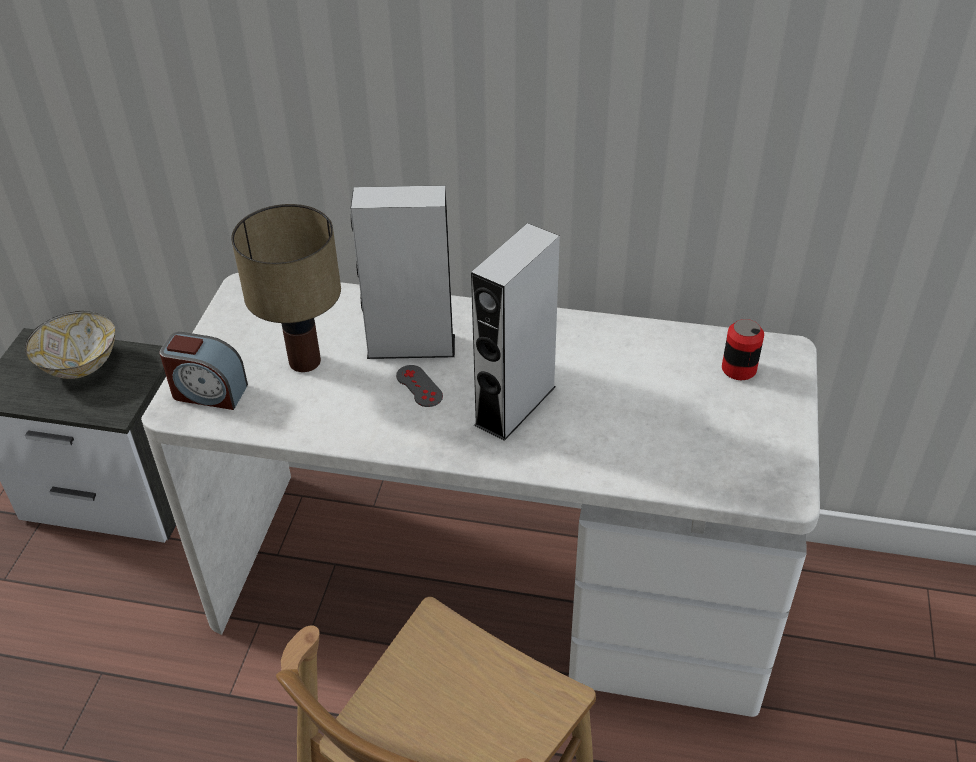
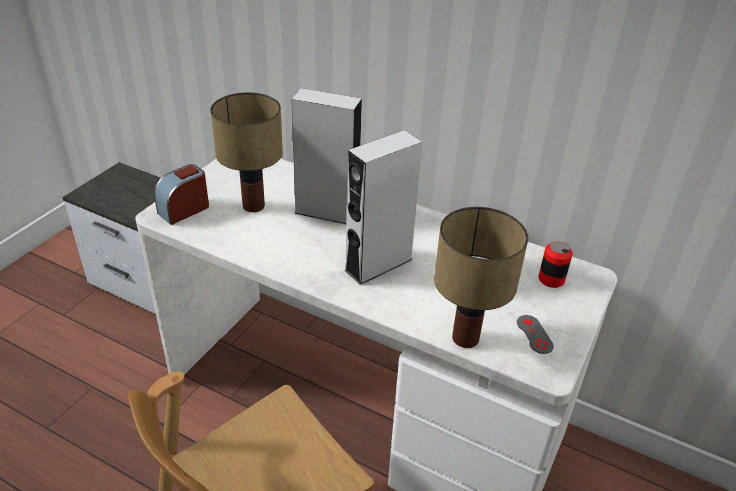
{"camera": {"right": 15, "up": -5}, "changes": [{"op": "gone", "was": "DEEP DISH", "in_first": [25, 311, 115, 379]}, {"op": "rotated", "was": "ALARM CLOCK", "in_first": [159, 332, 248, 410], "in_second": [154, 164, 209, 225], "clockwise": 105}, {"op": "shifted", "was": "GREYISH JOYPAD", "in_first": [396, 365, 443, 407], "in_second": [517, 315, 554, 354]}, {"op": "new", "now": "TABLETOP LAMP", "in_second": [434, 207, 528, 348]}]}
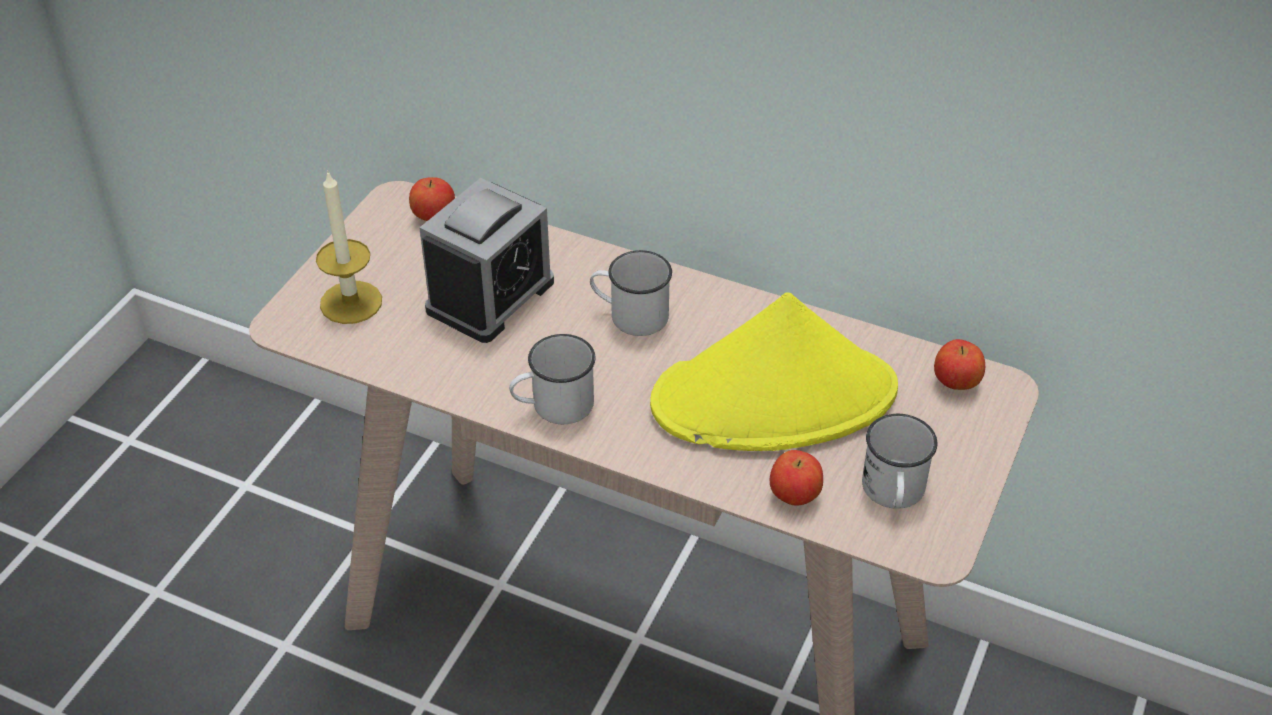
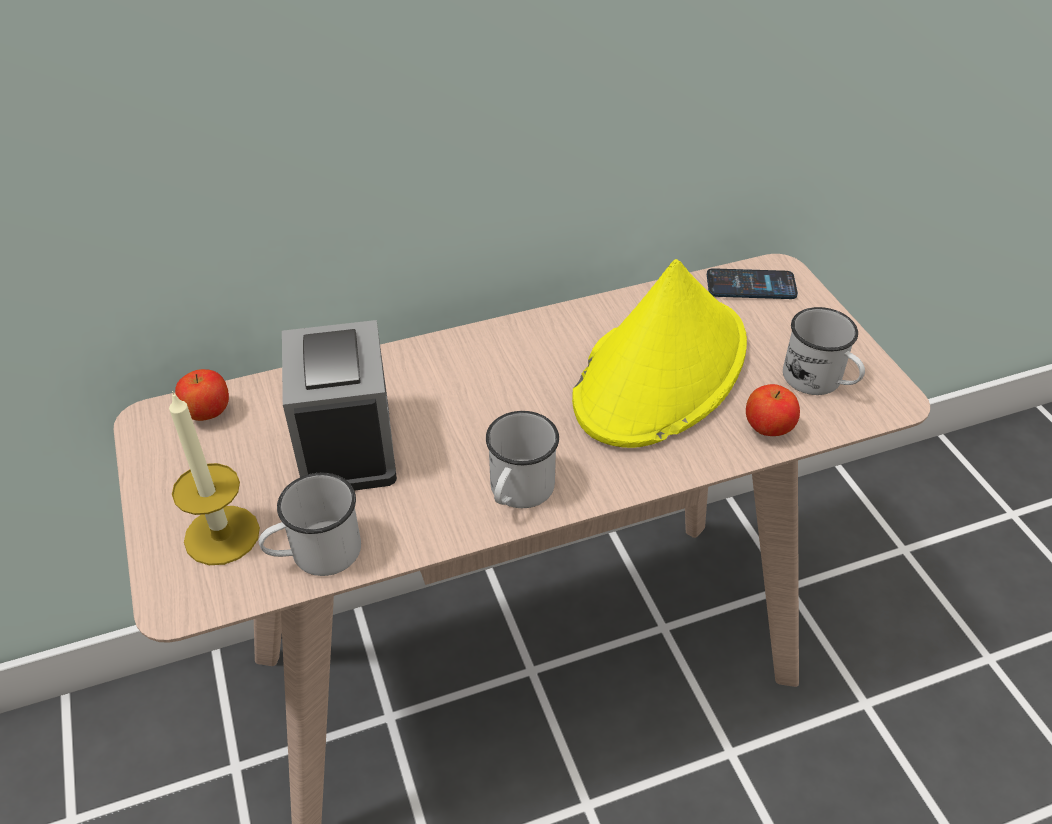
{"camera": {"right": -45, "up": 0}, "changes": [{"op": "shifted", "was": "WHITE COFFEE MUG", "in_first": [590, 250, 672, 336], "in_second": [259, 473, 361, 576]}, {"op": "swapped", "was": "WHOLE APPLE", "now": "HANDSET", "in_first": [934, 339, 985, 390], "in_second": [707, 268, 798, 299]}]}
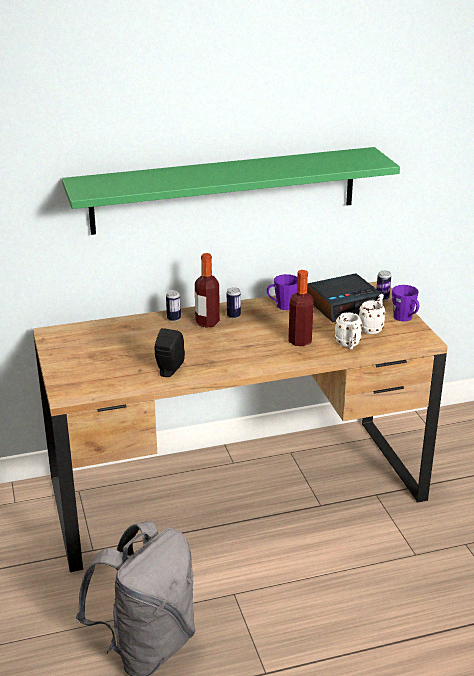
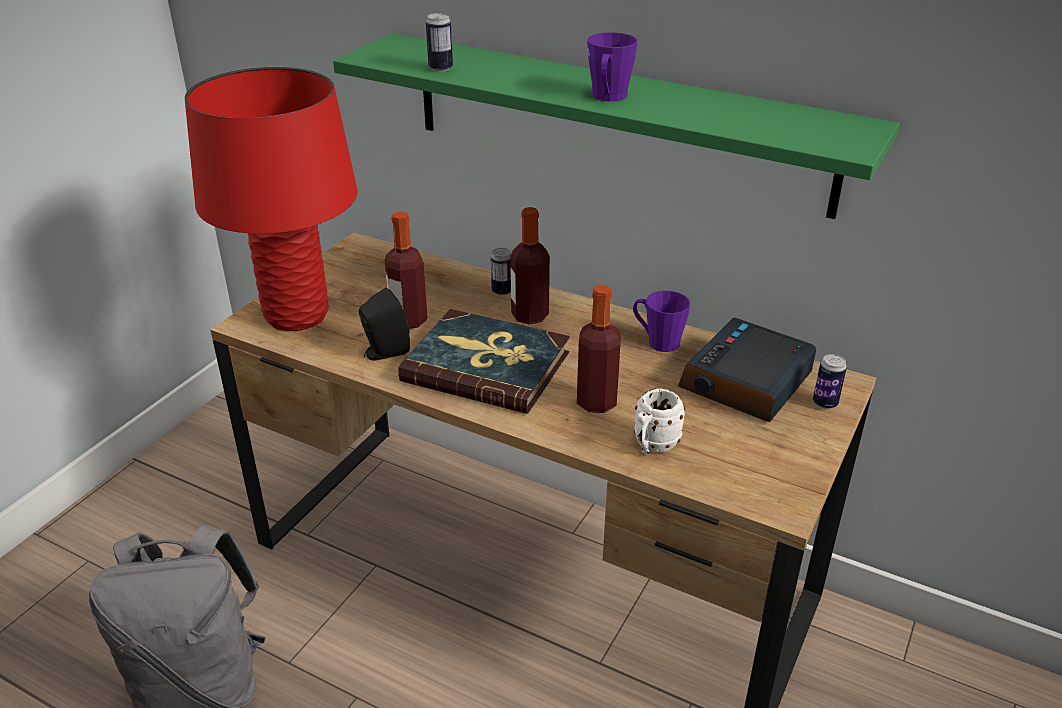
{"camera": {"right": 45, "up": 5}, "changes": [{"op": "rotated", "was": "ALARM CLOCK", "in_first": [307, 273, 382, 322], "in_second": [678, 318, 816, 422], "clockwise": 105}, {"op": "shifted", "was": "PURPLISH COFFEE MUG", "in_first": [392, 285, 419, 322], "in_second": [587, 32, 638, 101]}, {"op": "shifted", "was": "METAL CAN", "in_first": [227, 287, 241, 319], "in_second": [426, 13, 453, 72]}, {"op": "gone", "was": "WHITE COFFEE MUG", "in_first": [359, 294, 386, 334]}, {"op": "new", "now": "RED-COLOURED TABLETOP LAMP", "in_second": [185, 67, 358, 331]}, {"op": "new", "now": "BOTTLE", "in_second": [385, 211, 428, 329]}, {"op": "new", "now": "BOUND BOOK", "in_second": [398, 309, 570, 414]}]}
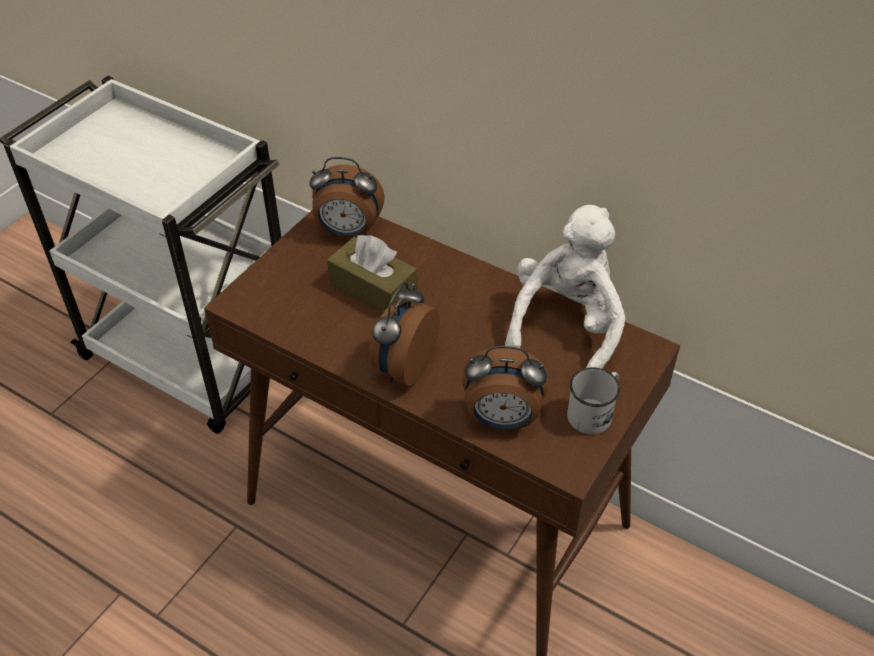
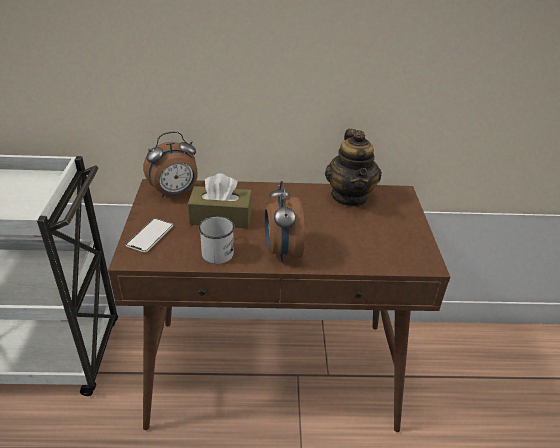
{"camera": {"right": -35, "up": -10}, "changes": [{"op": "swapped", "was": "WHITE CUDDLY TOY", "now": "POT FOR TEA", "in_first": [505, 205, 625, 369], "in_second": [325, 129, 382, 207]}, {"op": "gone", "was": "ALARM CLOCK", "in_first": [462, 346, 549, 430]}, {"op": "shifted", "was": "WHITE COFFEE MUG", "in_first": [567, 368, 620, 434], "in_second": [199, 216, 235, 264]}, {"op": "new", "now": "HANDSET", "in_second": [126, 218, 173, 253]}]}
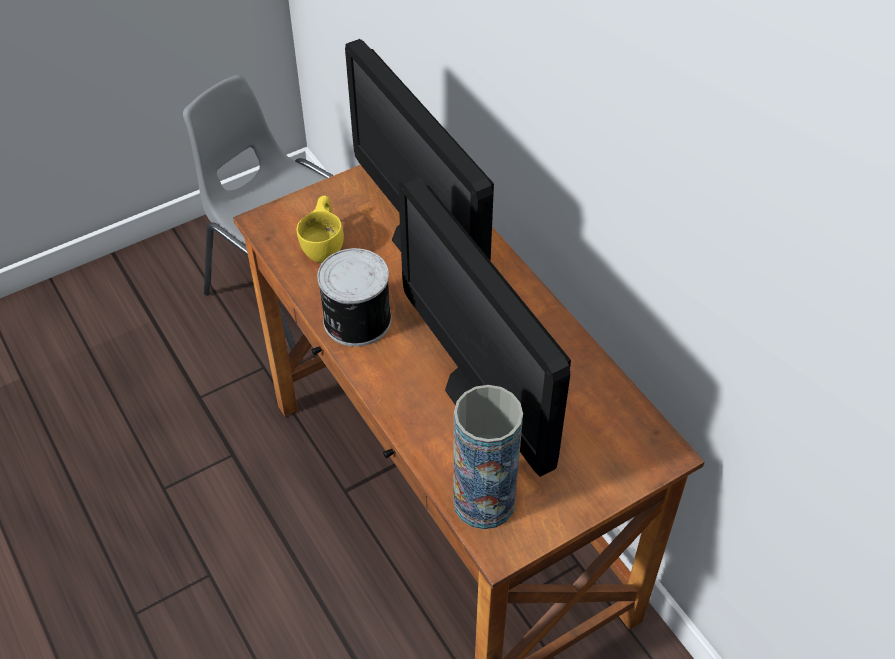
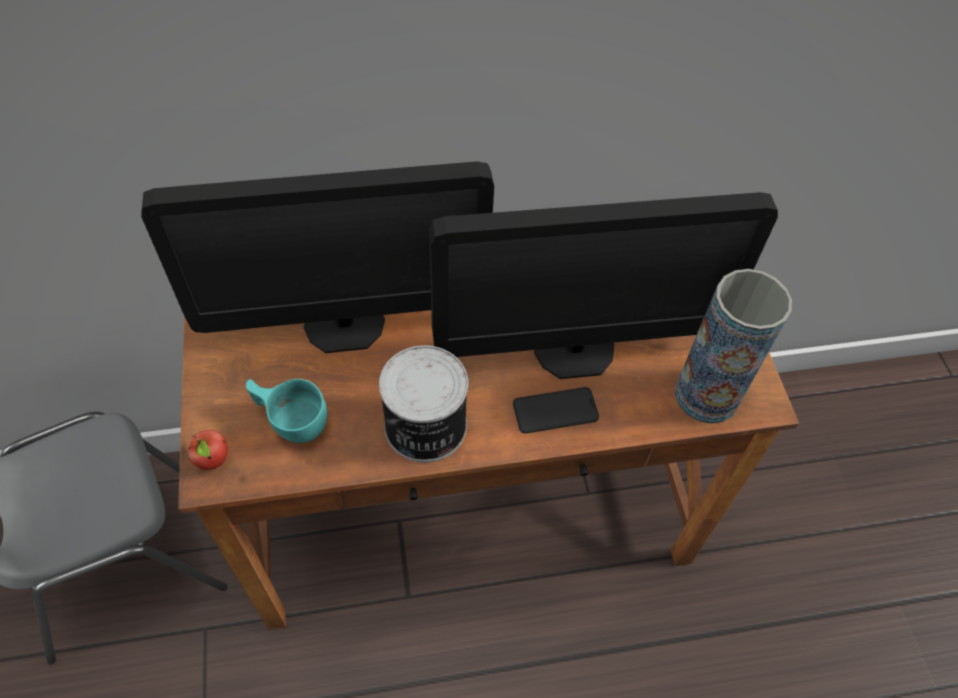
{"camera": {"right": -70, "up": 5}, "changes": [{"op": "repainted", "was": "YELLOW CUP", "now": "TURQUOISE-COLOURED CUP", "in_first": [297, 196, 344, 263], "in_second": [246, 379, 327, 443]}, {"op": "new", "now": "HANDSET", "in_second": [513, 387, 599, 434]}, {"op": "new", "now": "WHOLE APPLE", "in_second": [188, 430, 228, 470]}]}
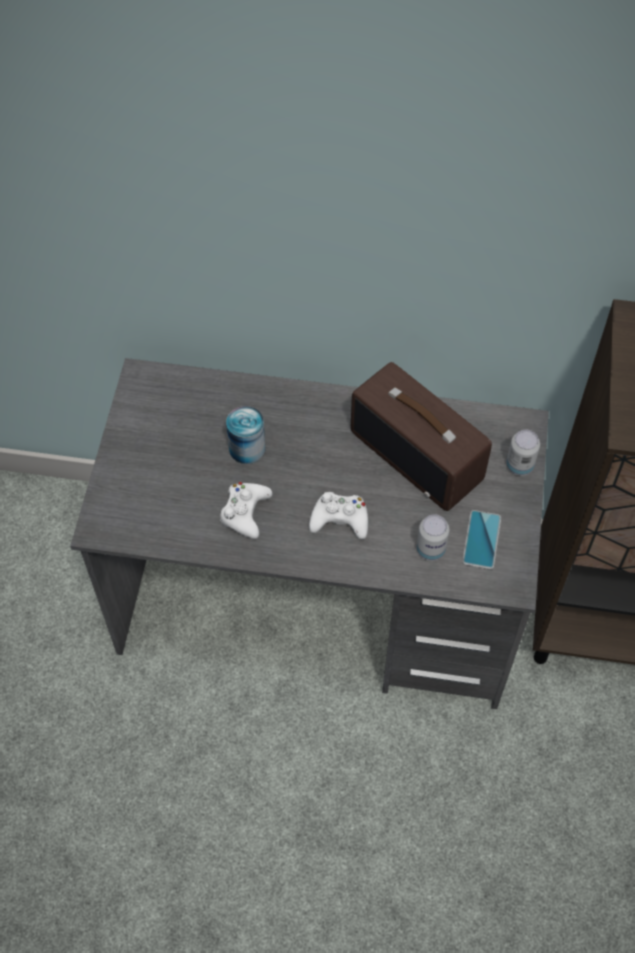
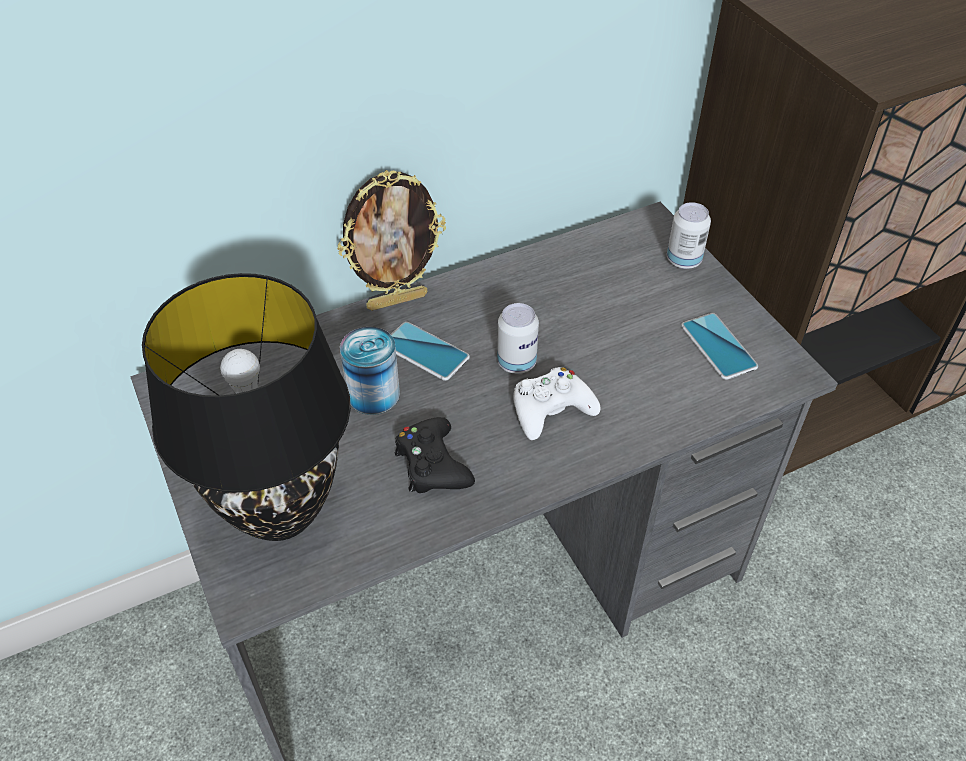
{"camera": {"right": -35, "up": -10}, "changes": [{"op": "gone", "was": "RADIO", "in_first": [351, 362, 492, 511]}, {"op": "repainted", "was": "WHITE JOYPAD", "now": "BLACK-COLOURED JOYPAD", "in_first": [220, 482, 272, 539], "in_second": [395, 417, 475, 493]}, {"op": "shifted", "was": "METAL CAN", "in_first": [416, 514, 449, 561], "in_second": [497, 303, 539, 374]}, {"op": "new", "now": "STANDING FRAME", "in_second": [337, 170, 446, 311]}, {"op": "new", "now": "BLACK-COLOURED TABLETOP LAMP", "in_second": [142, 273, 351, 541]}, {"op": "new", "now": "HANDSET", "in_second": [391, 322, 470, 381]}]}
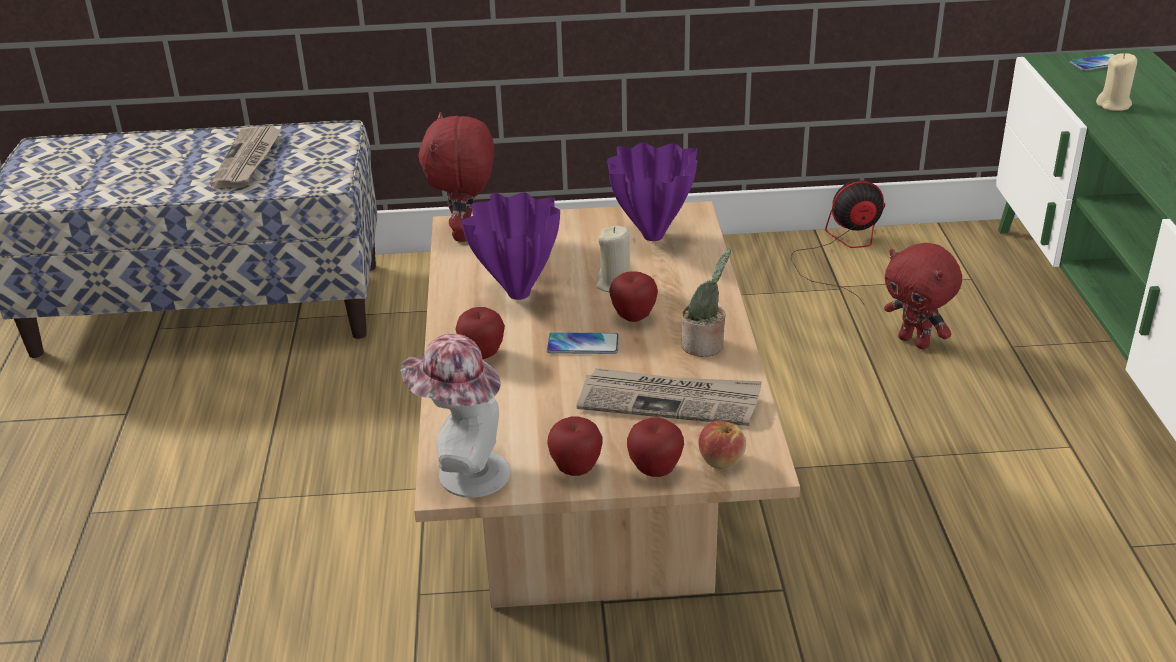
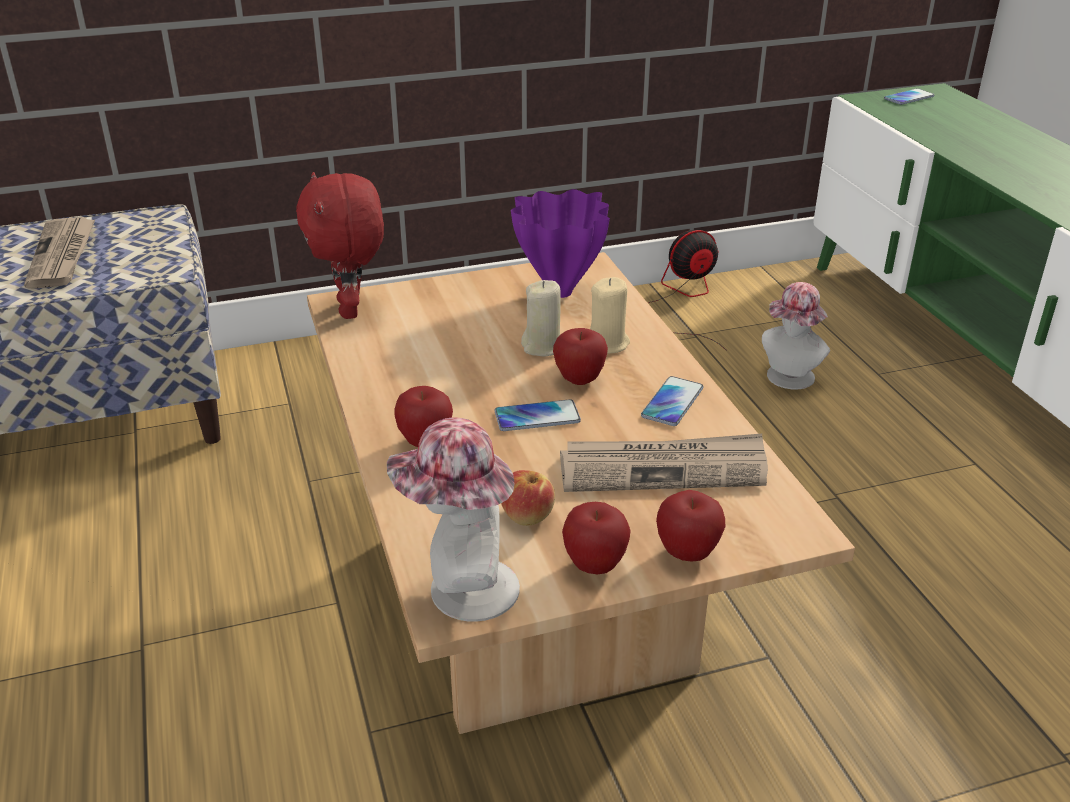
{"camera": {"right": -15, "up": 0}, "changes": [{"op": "shifted", "was": "SAND-COLOURED WAX CANDLE", "in_first": [1096, 53, 1137, 111], "in_second": [590, 277, 630, 354]}, {"op": "gone", "was": "PURPLISH FLOWER VASE", "in_first": [461, 193, 560, 300]}, {"op": "swapped", "was": "RED-COLOURED CUDDLY TOY", "now": "CLOTHING HAT", "in_first": [884, 243, 962, 350], "in_second": [762, 282, 830, 390]}, {"op": "swapped", "was": "HOUSEPLANT", "now": "HANDSET", "in_first": [681, 248, 731, 357], "in_second": [641, 376, 703, 426]}, {"op": "shifted", "was": "WHOLE APPLE", "in_first": [698, 421, 746, 469], "in_second": [501, 470, 555, 526]}]}
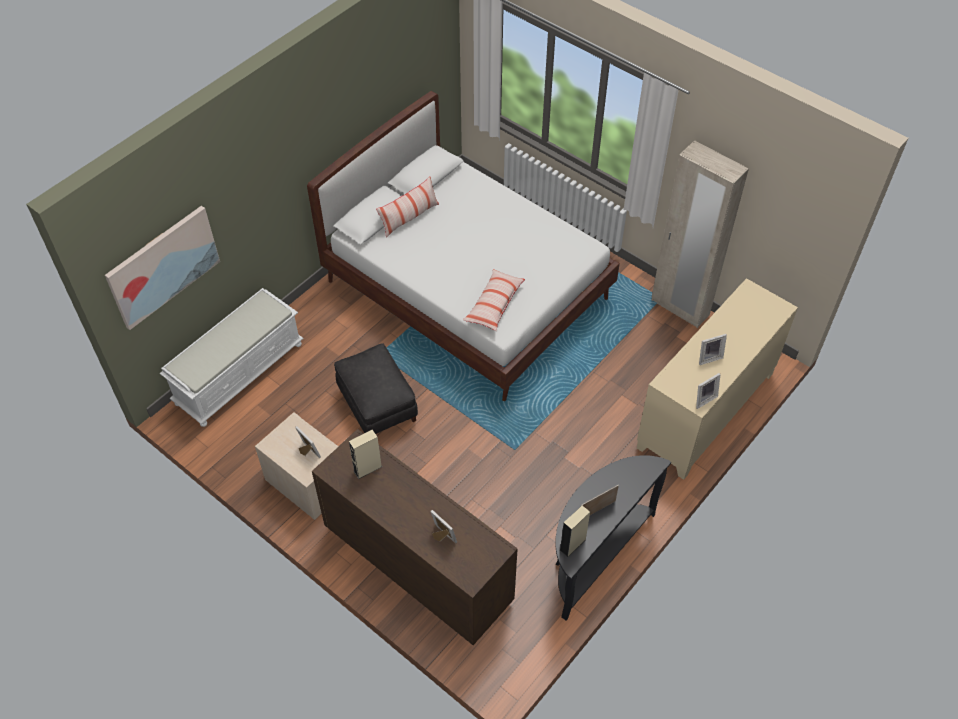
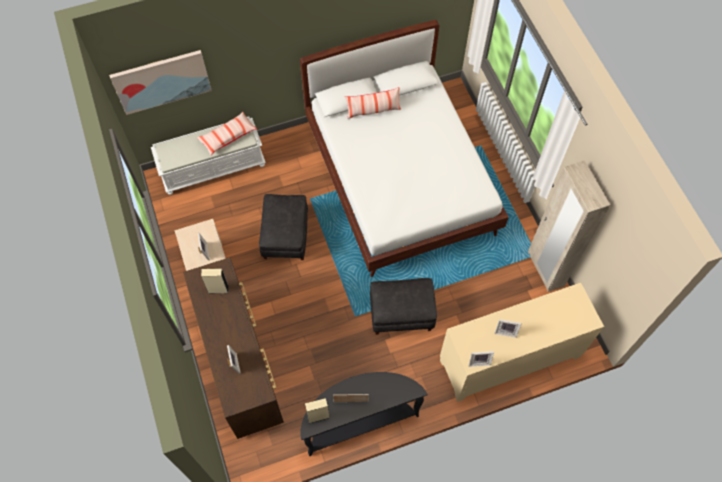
{"camera": {"right": 30, "up": 10}, "changes": [{"op": "shifted", "was": "CUSHION", "in_first": [463, 269, 525, 331], "in_second": [197, 112, 257, 156]}, {"op": "new", "now": "BLACK-COLOURED POUFFE", "in_second": [370, 278, 437, 335]}]}
